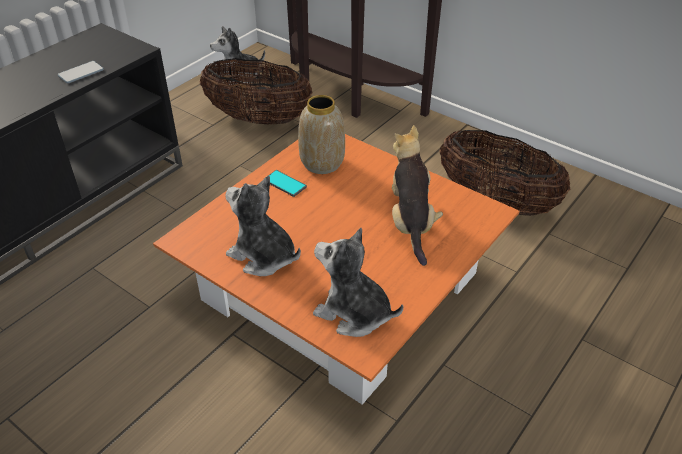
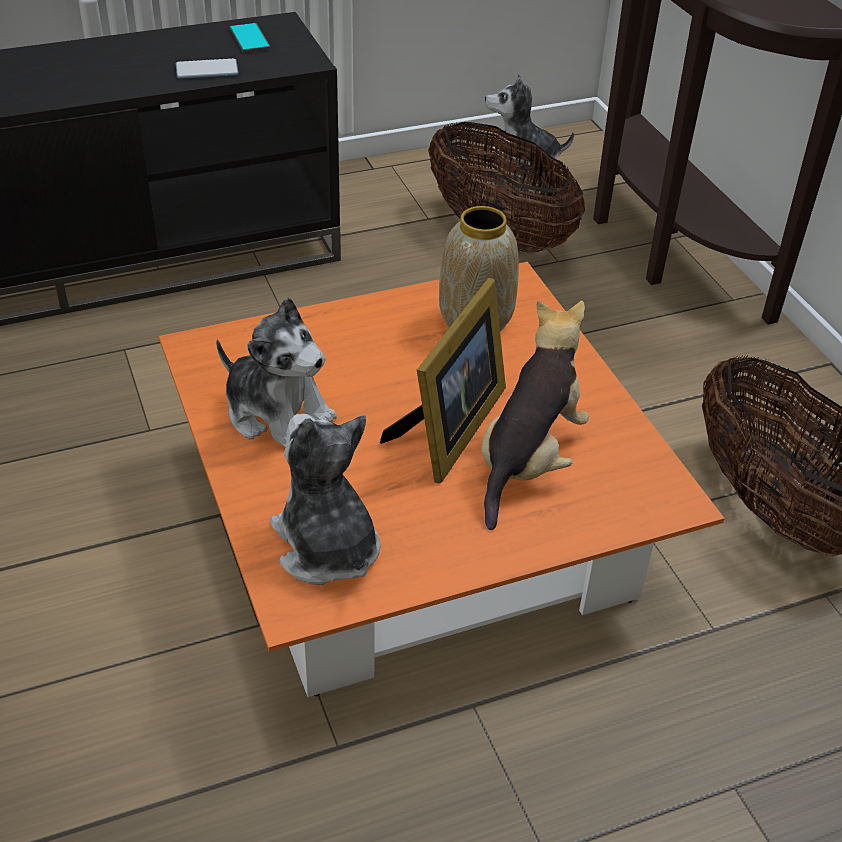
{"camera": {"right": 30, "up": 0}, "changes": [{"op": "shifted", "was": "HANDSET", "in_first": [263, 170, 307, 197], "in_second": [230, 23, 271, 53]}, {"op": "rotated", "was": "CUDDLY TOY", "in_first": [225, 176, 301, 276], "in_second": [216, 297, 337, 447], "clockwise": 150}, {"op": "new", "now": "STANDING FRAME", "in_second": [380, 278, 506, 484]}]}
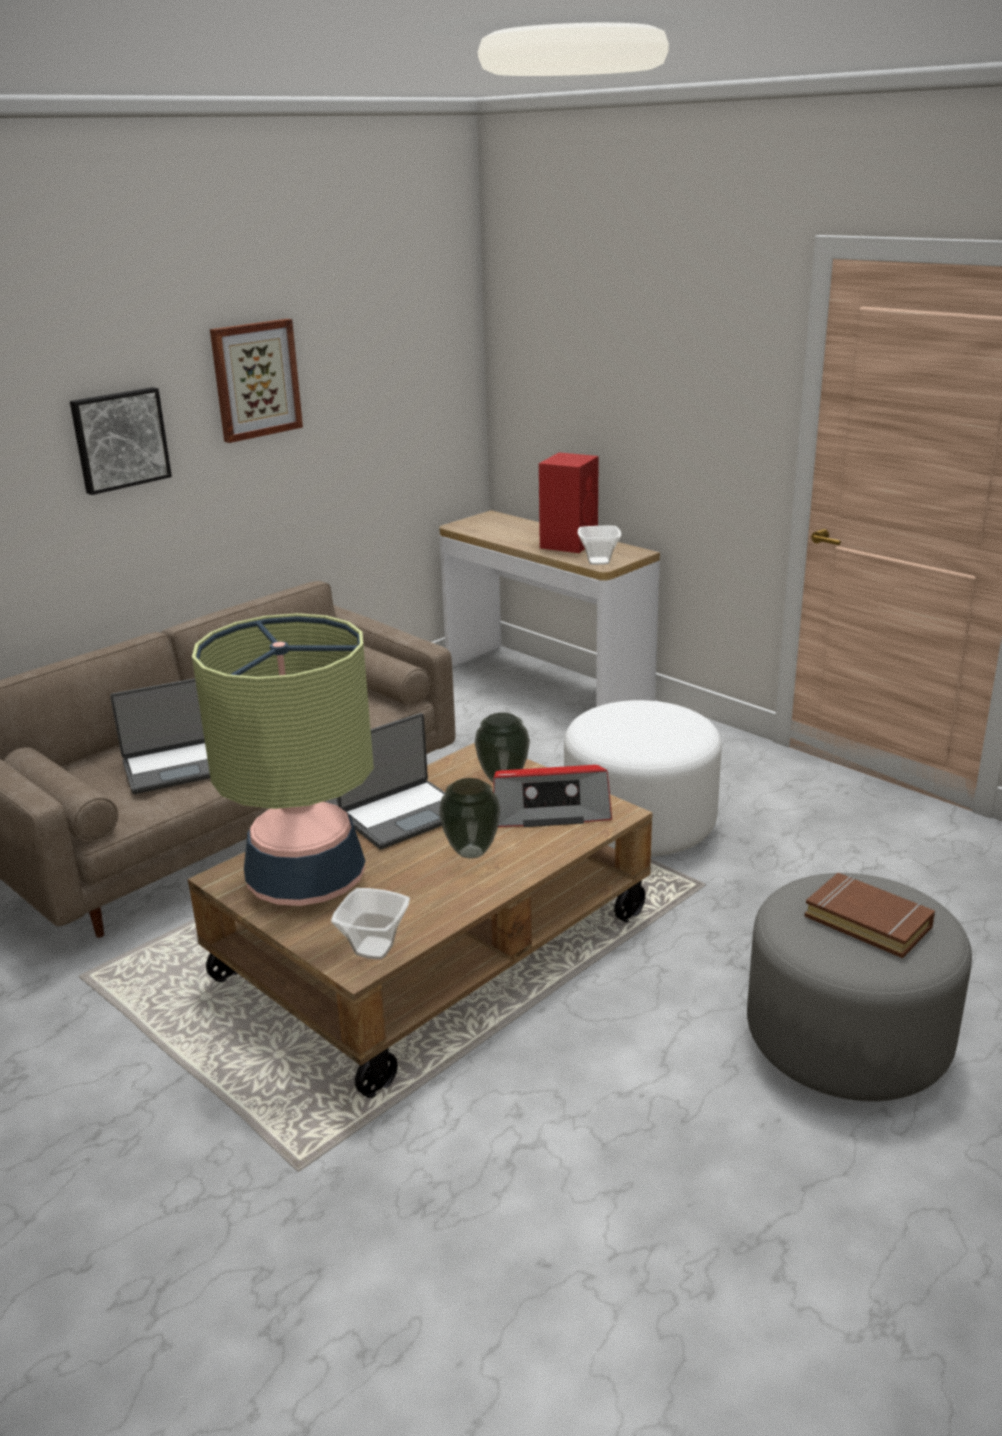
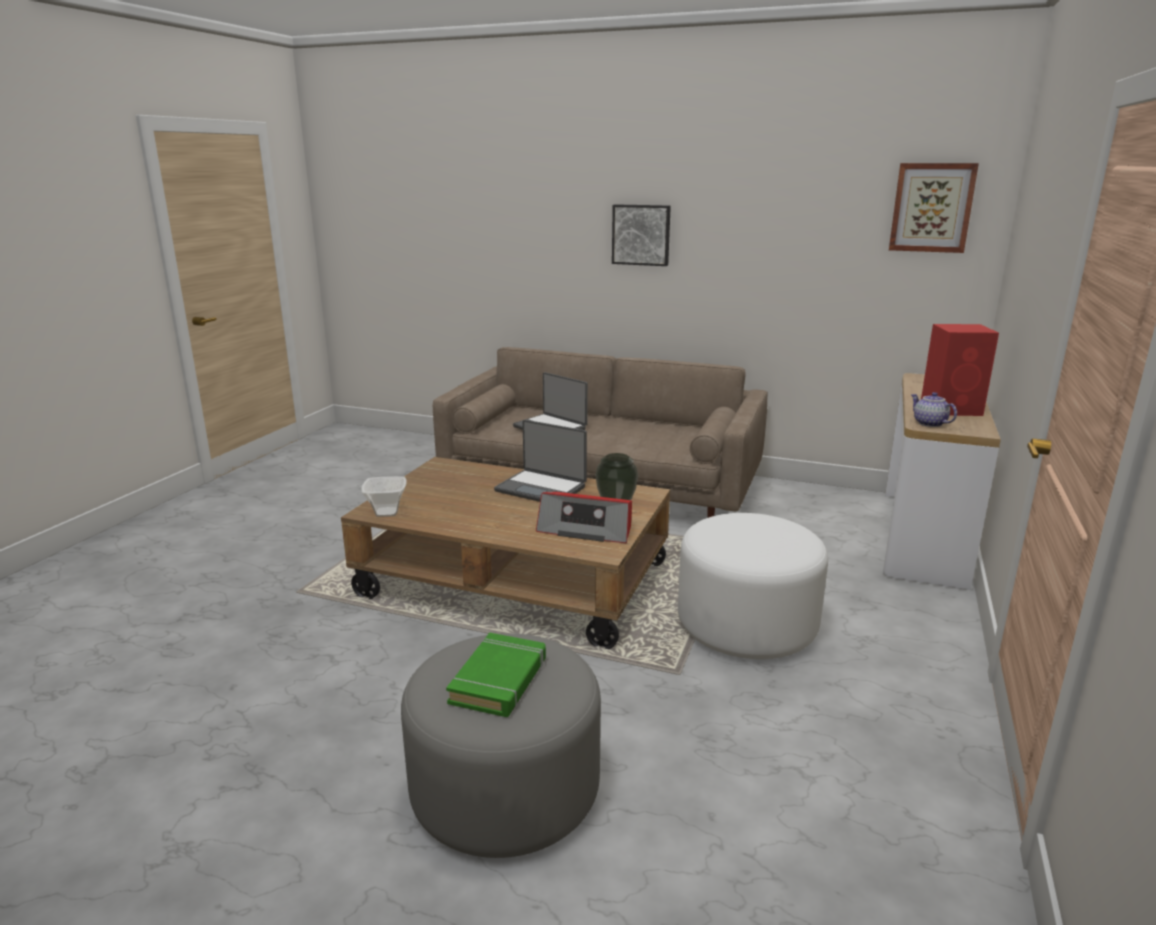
{"camera": {"right": 65, "up": -5}, "changes": [{"op": "shifted", "was": "PICTURE", "in_first": [210, 319, 303, 443], "in_second": [889, 163, 979, 253]}, {"op": "swapped", "was": "DEEP DISH", "now": "POT FOR TEA", "in_first": [578, 525, 621, 565], "in_second": [911, 392, 957, 427]}, {"op": "gone", "was": "TABLETOP LAMP", "in_first": [192, 613, 374, 906]}, {"op": "rotated", "was": "RADIO", "in_first": [493, 765, 612, 827], "in_second": [536, 492, 632, 543], "clockwise": -45}, {"op": "gone", "was": "FLOWER VASE", "in_first": [439, 778, 501, 859]}, {"op": "repainted", "was": "BROWNISH BOUND BOOK", "now": "GREEN-COLOURED BOUND BOOK", "in_first": [804, 873, 935, 958], "in_second": [446, 633, 546, 717]}]}
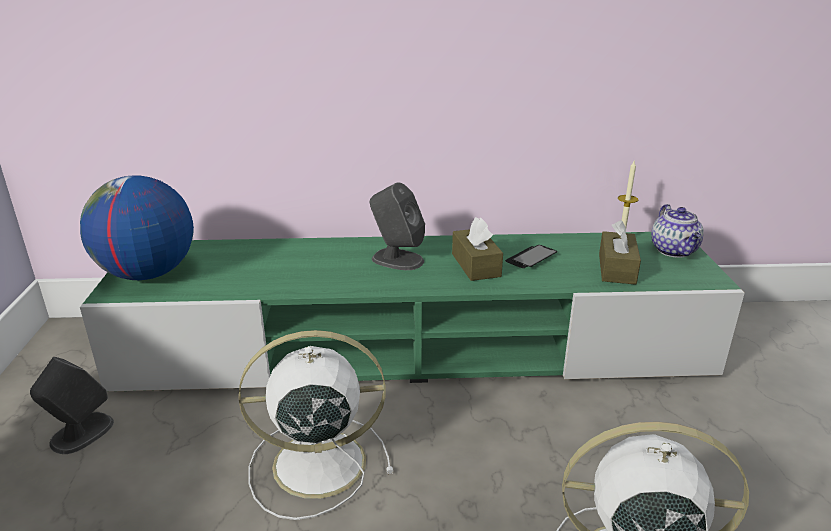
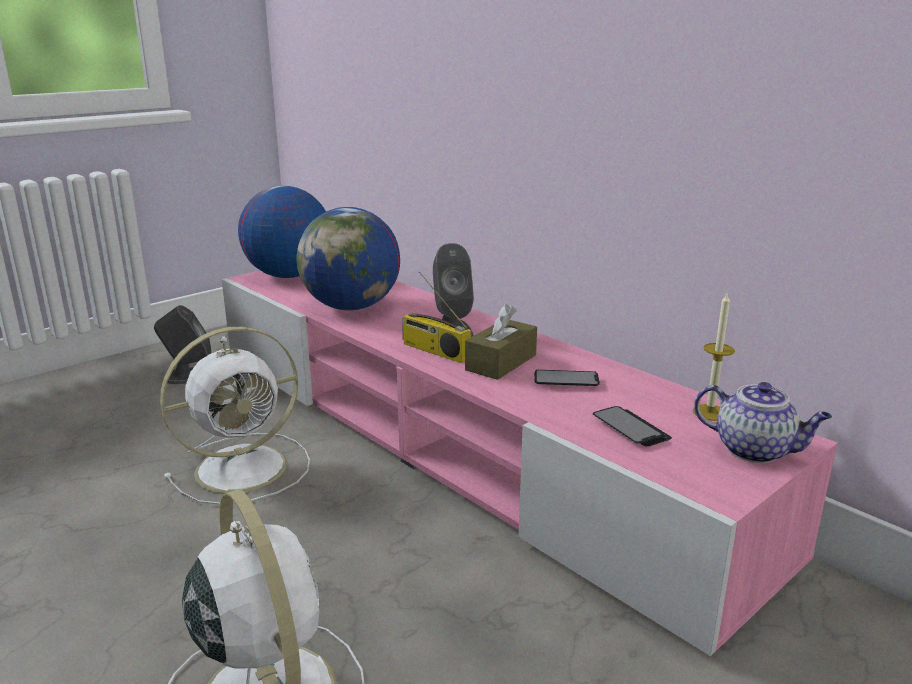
{"camera": {"right": 50, "up": -5}, "changes": [{"op": "rotated", "was": "POT FOR TEA", "in_first": [651, 204, 704, 258], "in_second": [694, 382, 832, 463], "clockwise": -105}, {"op": "swapped", "was": "BROWNISH TISSUE BOX", "now": "HANDSET", "in_first": [599, 220, 641, 285], "in_second": [593, 406, 672, 446]}, {"op": "repainted", "was": "GREEN-COLOURED MEDIA CONSOLE", "now": "PINKISH MEDIA CONSOLE", "in_first": [80, 232, 745, 392], "in_second": [222, 270, 838, 656]}, {"op": "rotated", "was": "WHITE ELECTRIC FAN", "in_first": [238, 330, 393, 520], "in_second": [160, 327, 310, 505], "clockwise": 105}, {"op": "new", "now": "WORLD GLOBE", "in_second": [297, 207, 400, 311]}, {"op": "new", "now": "RADIO", "in_second": [402, 271, 471, 363]}]}
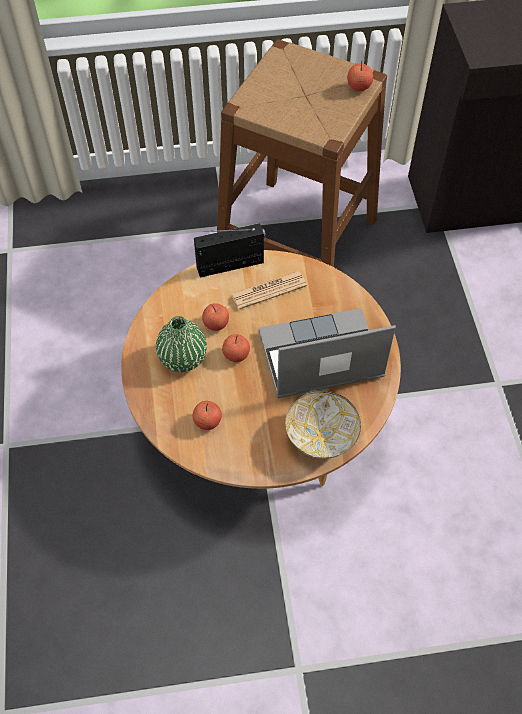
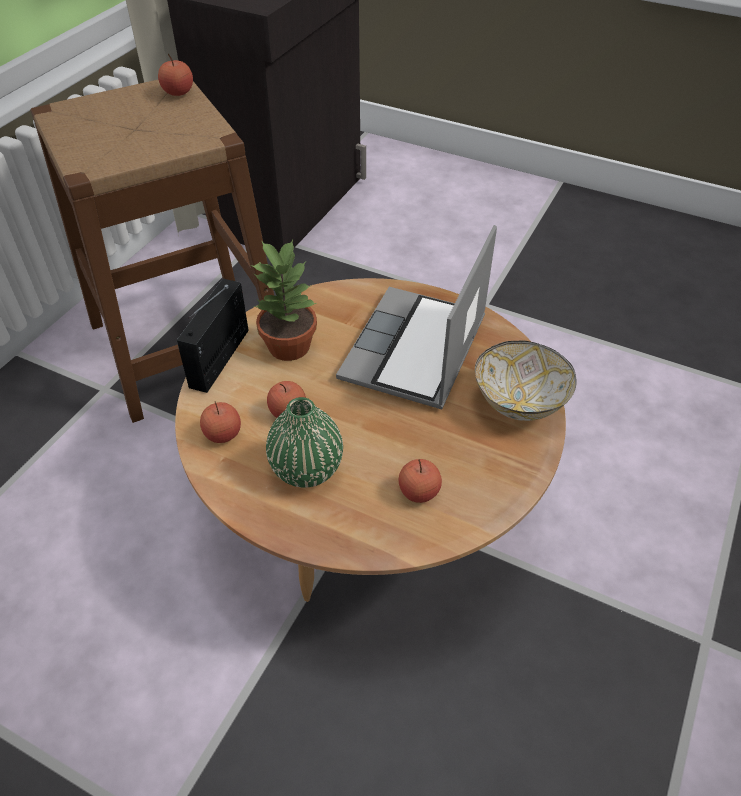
{"camera": {"right": -55, "up": -10}, "changes": [{"op": "swapped", "was": "NEWSPAPER", "now": "HOUSEPLANT", "in_first": [231, 271, 307, 309], "in_second": [251, 240, 317, 361]}, {"op": "shifted", "was": "WHOLE APPLE", "in_first": [222, 334, 250, 362], "in_second": [200, 401, 241, 443]}]}
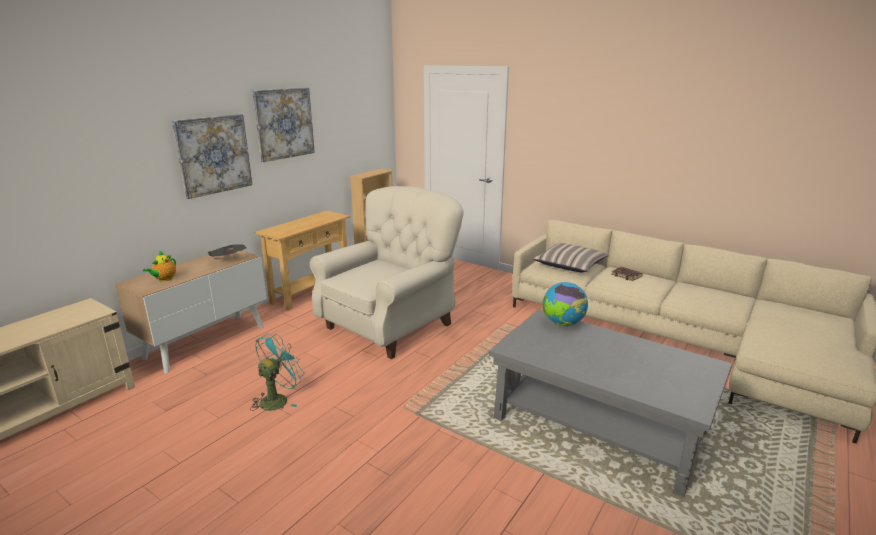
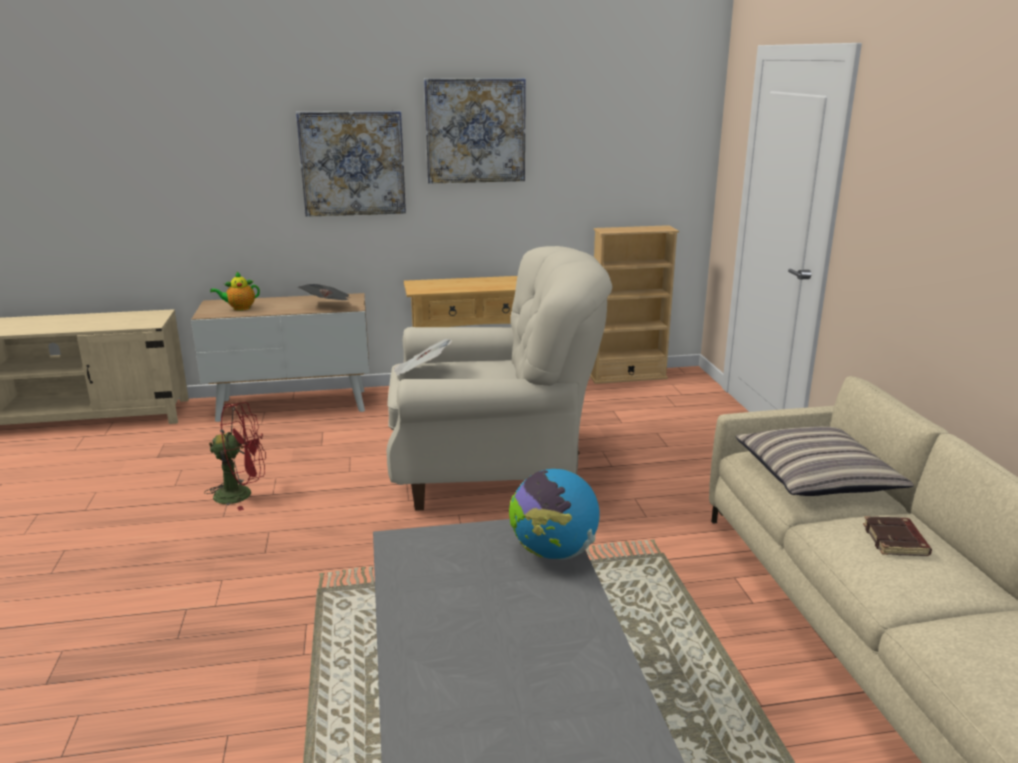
{"camera": {"right": 45, "up": 0}, "changes": [{"op": "repainted", "was": "TURQUOISE-COLOURED ELECTRIC FAN", "now": "RED-COLOURED ELECTRIC FAN", "in_first": [250, 333, 304, 411], "in_second": [204, 402, 266, 511]}, {"op": "new", "now": "NEWSPAPER", "in_second": [394, 339, 452, 377]}]}
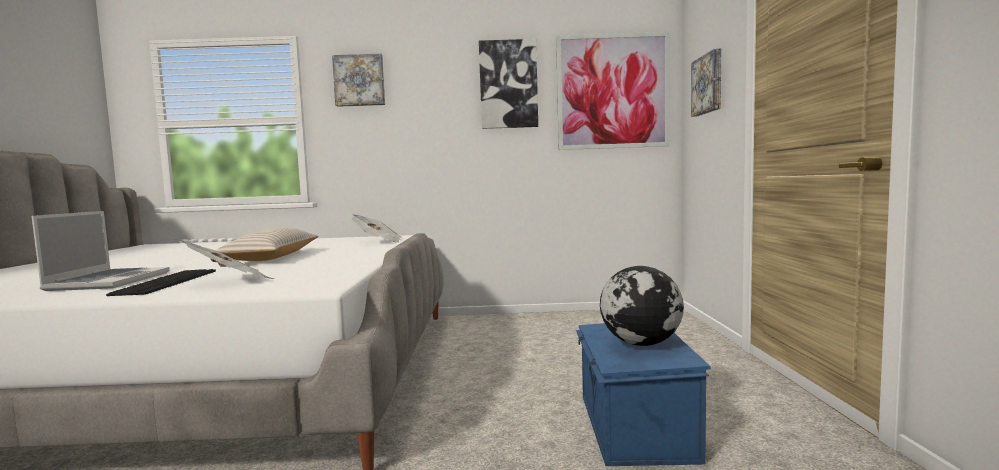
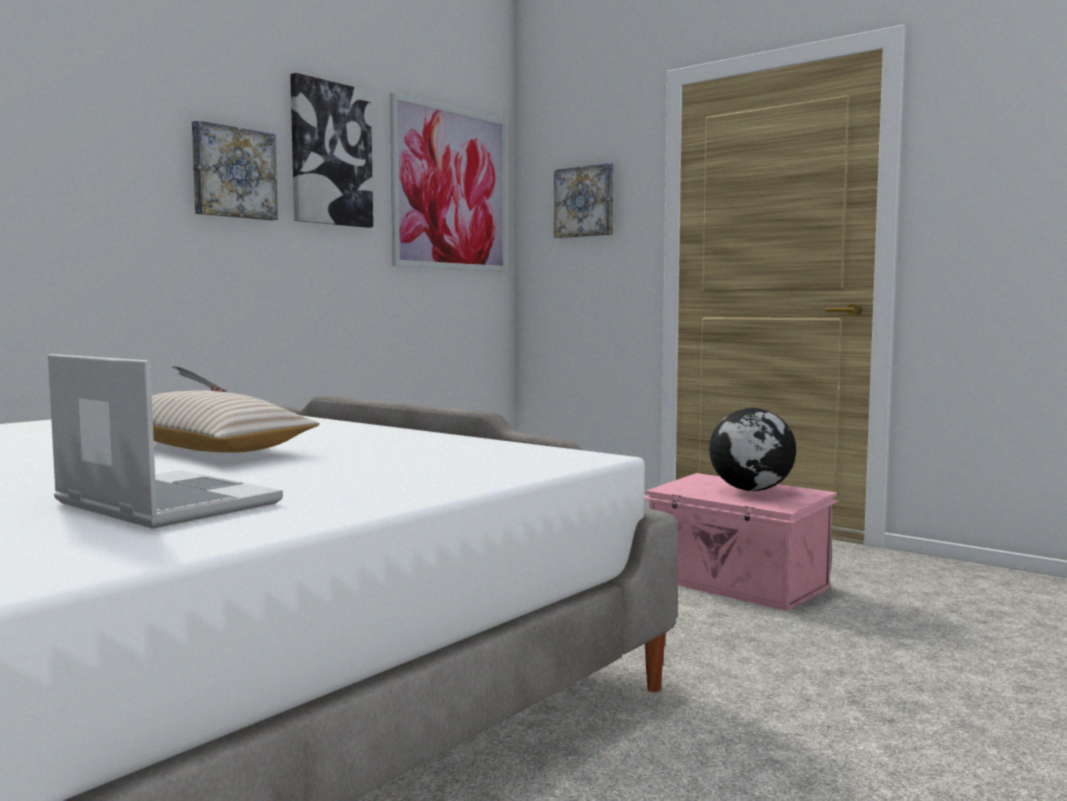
{"camera": {"right": -50, "up": 0}, "changes": [{"op": "shifted", "was": "PICTURE", "in_first": [332, 54, 385, 107], "in_second": [192, 120, 278, 221]}, {"op": "gone", "was": "NEWSPAPER", "in_first": [175, 239, 275, 279]}, {"op": "gone", "was": "PC KEYBOARD", "in_first": [106, 269, 216, 296]}, {"op": "repainted", "was": "BLUE-COLOURED STORAGE BIN", "now": "PINKISH STORAGE BIN", "in_first": [576, 323, 711, 466], "in_second": [644, 473, 839, 611]}]}
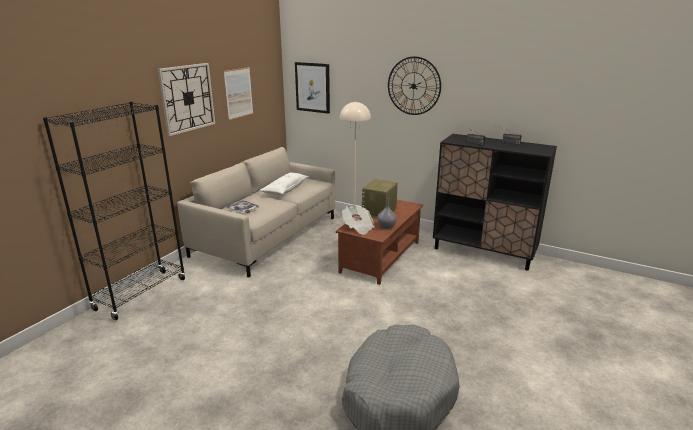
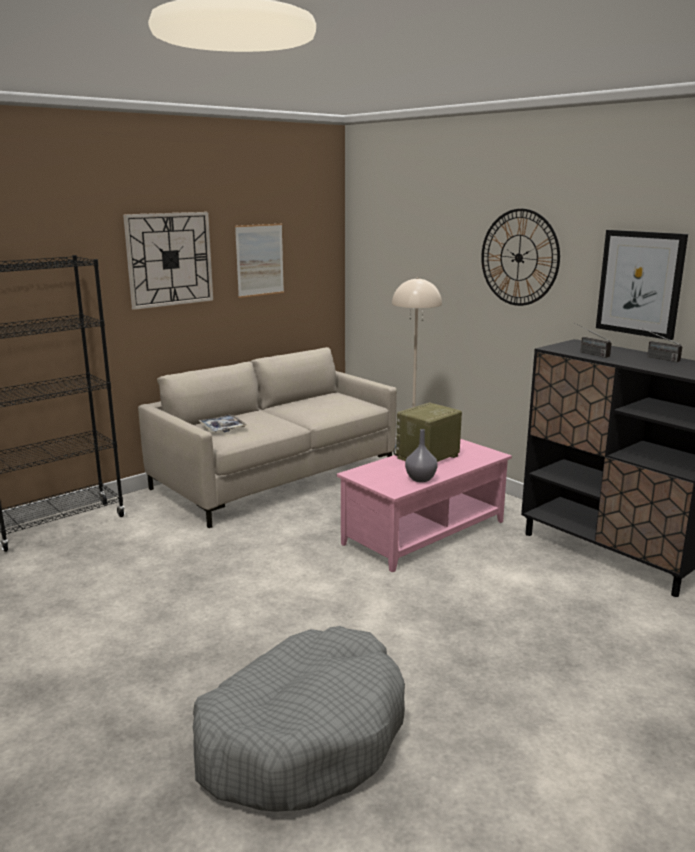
{"camera": {"right": 20, "up": -5}, "changes": [{"op": "shifted", "was": "PICTURE", "in_first": [295, 62, 330, 114], "in_second": [596, 230, 688, 340]}, {"op": "gone", "was": "WHITE CUSHION", "in_first": [259, 173, 309, 195]}, {"op": "repainted", "was": "BROWNISH LOW TABLE", "now": "PINKISH LOW TABLE", "in_first": [336, 200, 423, 285], "in_second": [337, 439, 512, 572]}, {"op": "gone", "was": "NEWSPAPER", "in_first": [342, 204, 375, 235]}]}
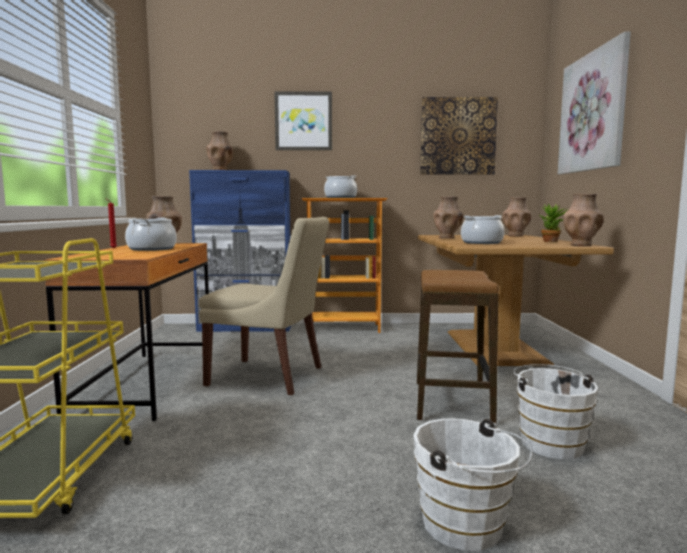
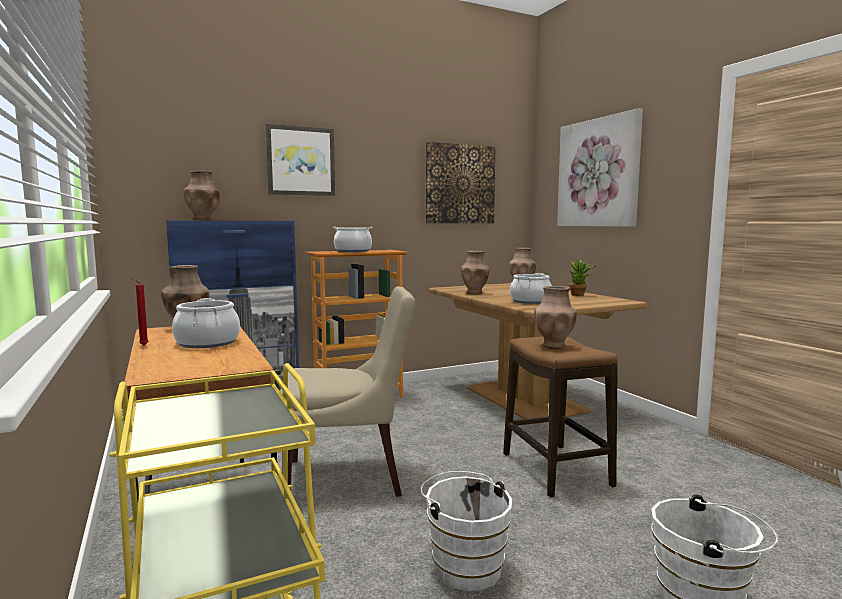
{"camera": {"right": -25, "up": 0}, "changes": [{"op": "shifted", "was": "BROWNISH FLOWER VASE", "in_first": [563, 194, 604, 246], "in_second": [534, 286, 577, 349]}, {"op": "shifted", "was": "WHITE BUCKET", "in_first": [513, 364, 598, 459], "in_second": [421, 471, 512, 591]}]}
